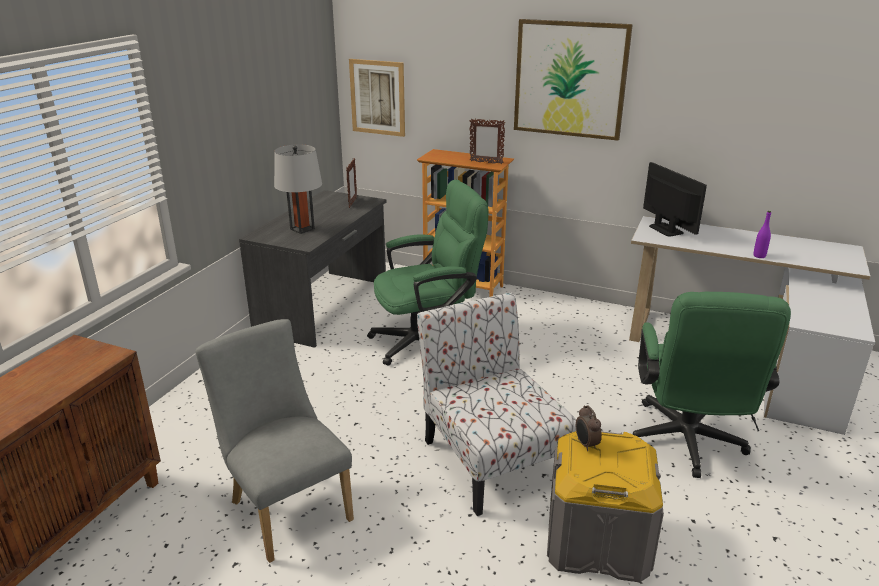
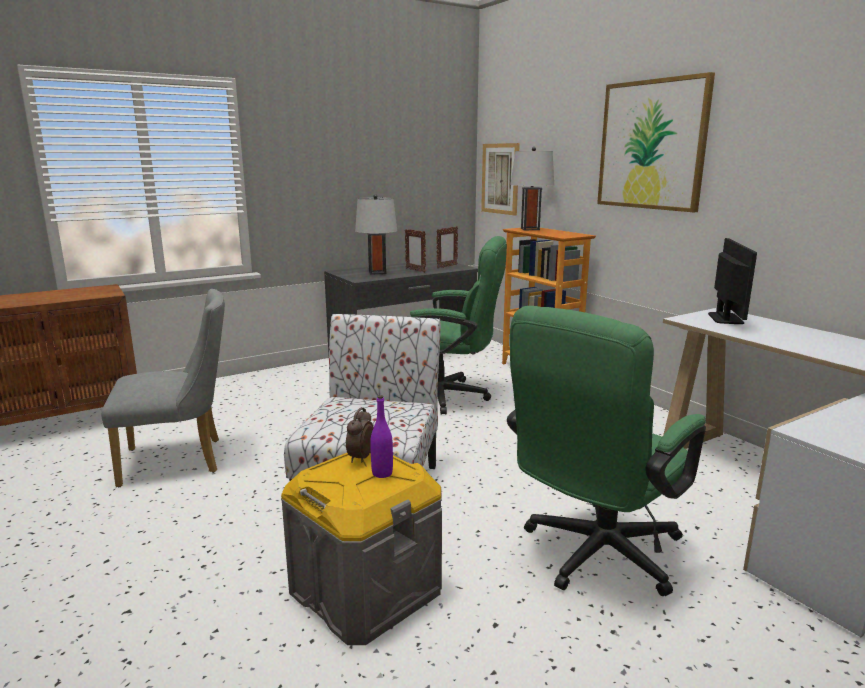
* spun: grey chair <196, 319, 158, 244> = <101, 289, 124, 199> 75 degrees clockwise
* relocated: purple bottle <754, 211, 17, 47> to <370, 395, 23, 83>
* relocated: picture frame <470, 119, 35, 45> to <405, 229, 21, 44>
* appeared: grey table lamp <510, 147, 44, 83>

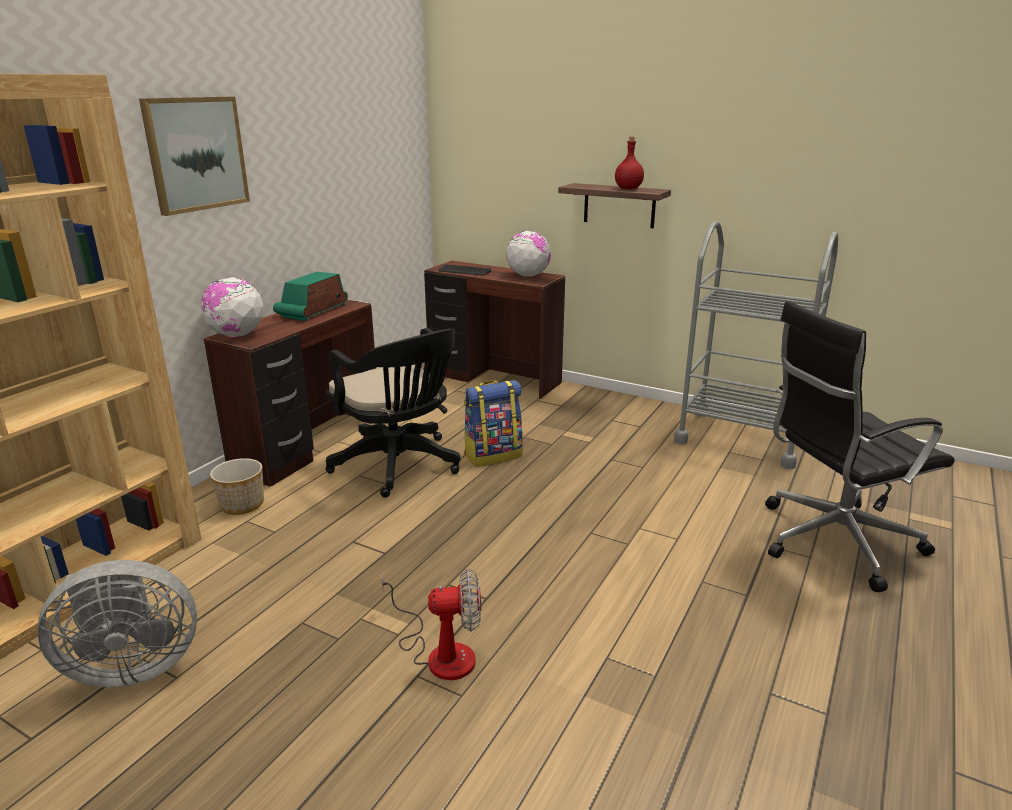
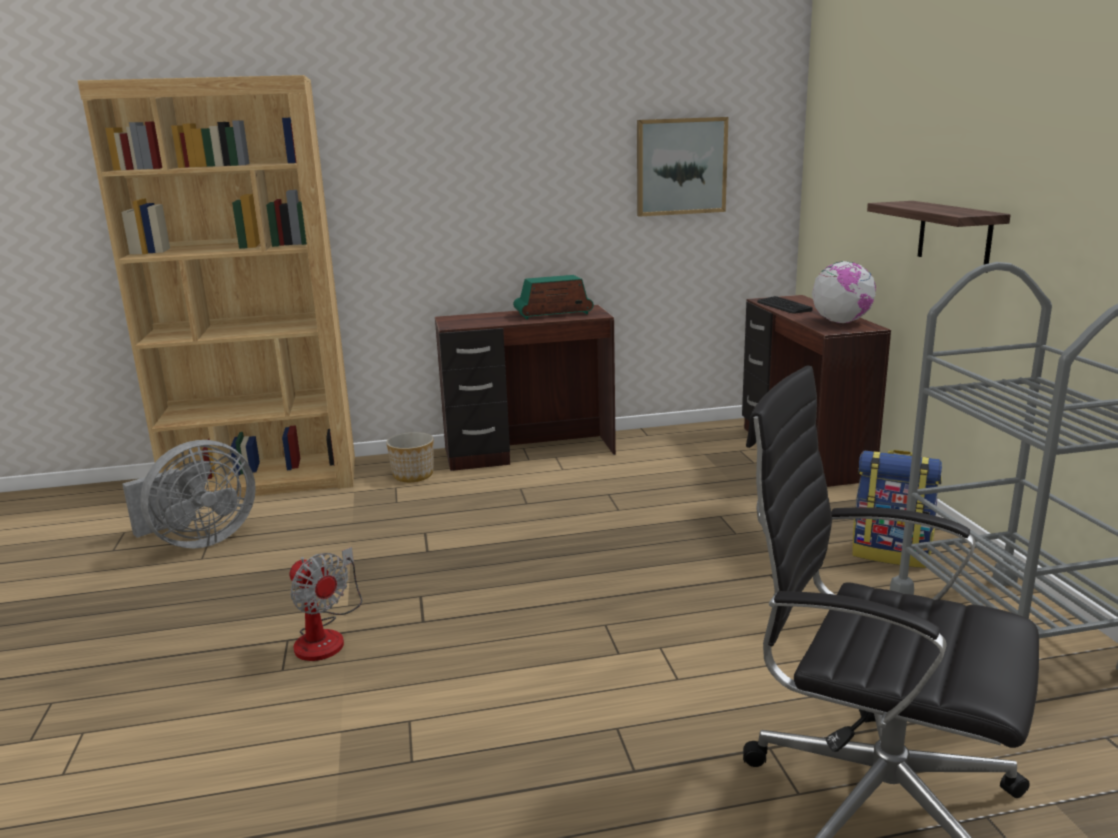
* spun: grey fan <38, 560, 159, 127> = <122, 440, 134, 108> 75 degrees counterclockwise
* relocated: picture <139, 97, 111, 119> to <637, 117, 91, 100>
* relocated: backpack <464, 380, 59, 87> to <852, 450, 90, 118>
* missing: globe <201, 277, 63, 60>
* missing: black office chair <326, 328, 134, 170>
* missing: red bottle <615, 137, 29, 52>

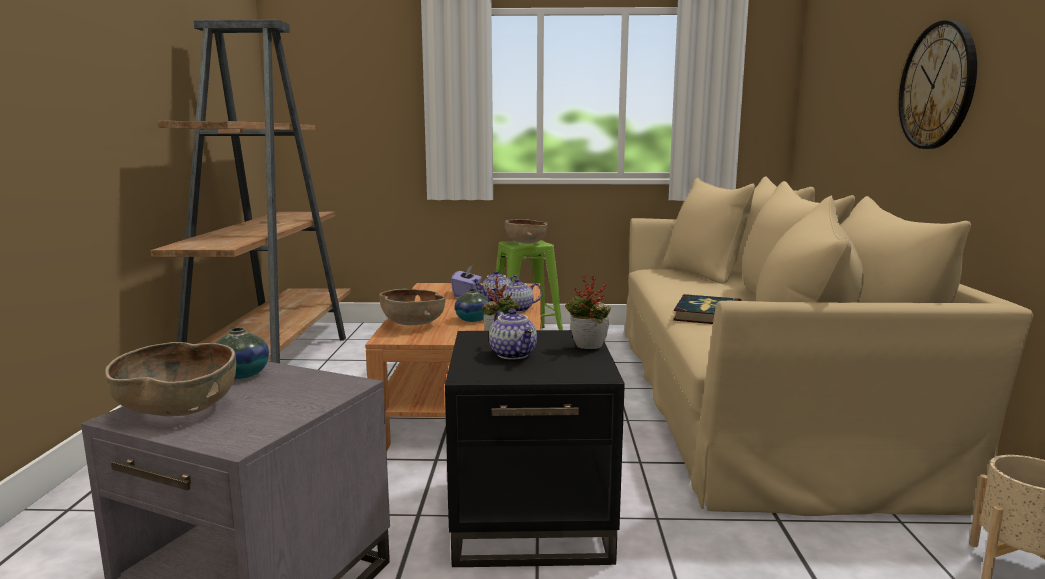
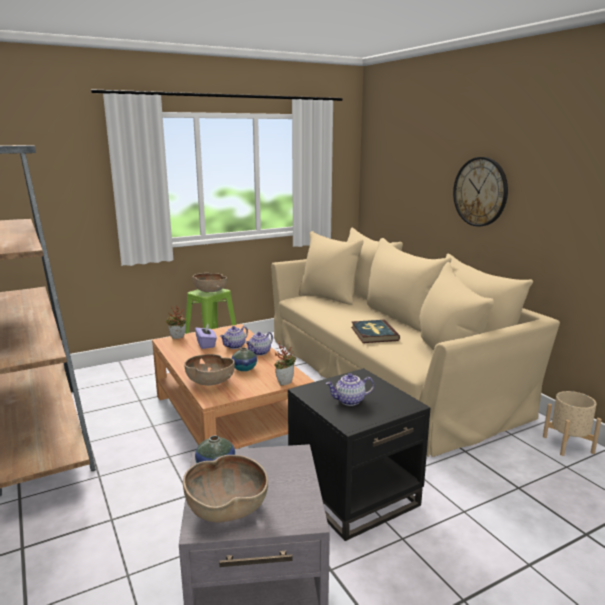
* relocated: potted plant <565, 275, 46, 74> to <165, 306, 21, 33>
* spun: teapot <489, 309, 48, 51> = <326, 373, 48, 33> 135 degrees clockwise

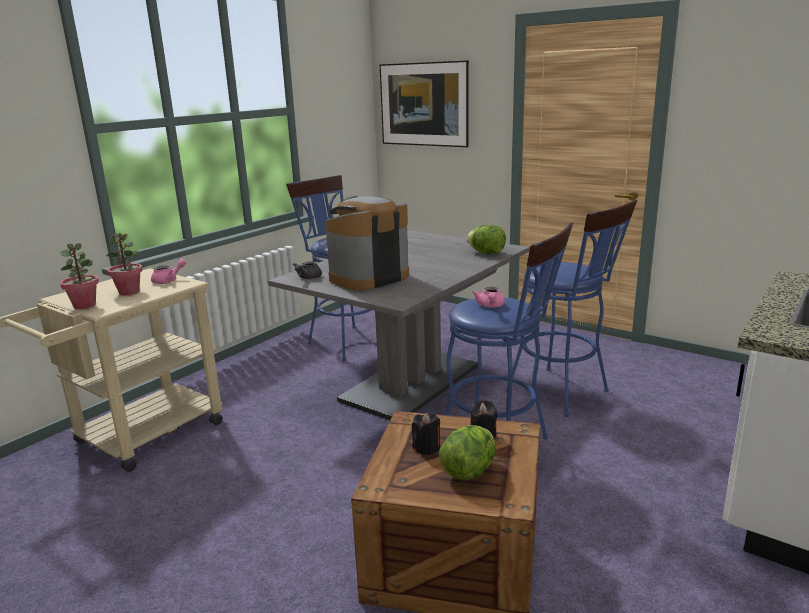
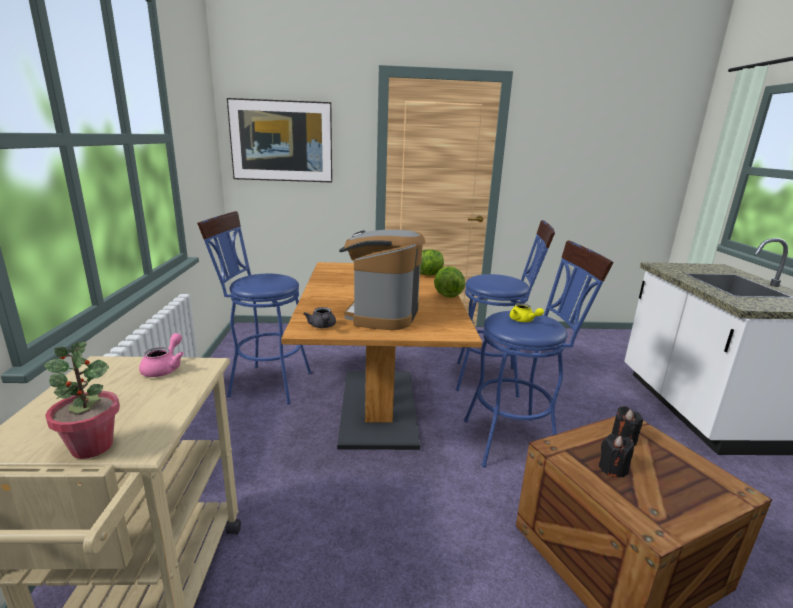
* colour: grey dining table <268, 230, 262, 190> to brown dining table <281, 262, 201, 188>
* relocated: lettuce <439, 425, 56, 56> to <434, 266, 31, 32>
* colour: pink teapot <472, 287, 33, 21> to yellow teapot <509, 303, 35, 19>
* missing: potted plant <106, 233, 37, 62>

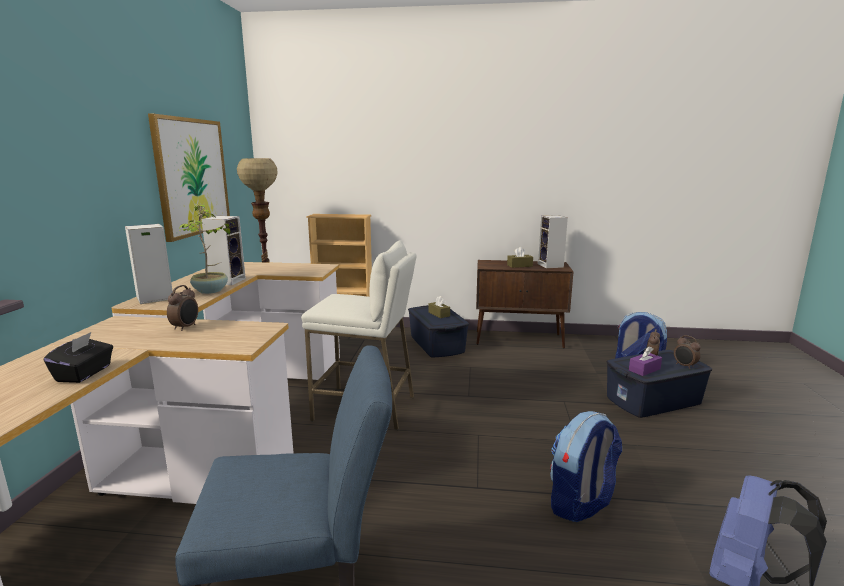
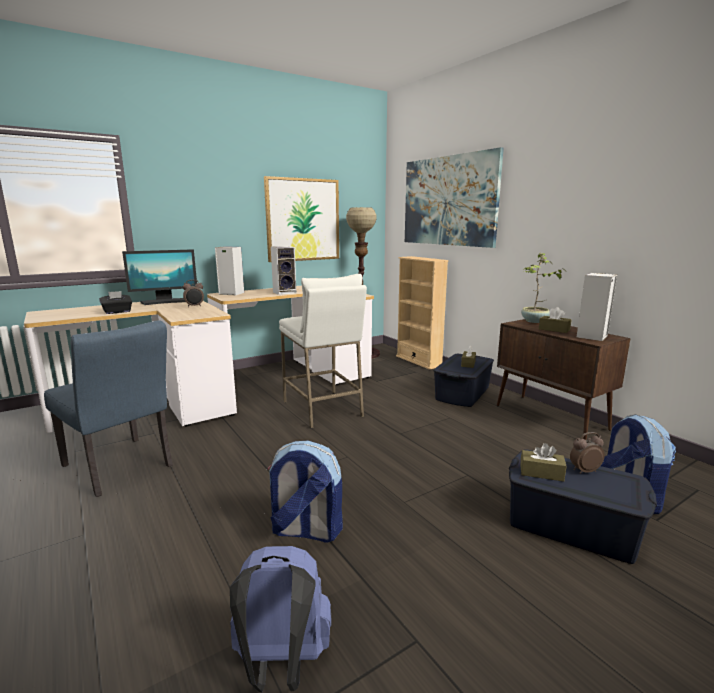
* appeared: monitor <122, 249, 75, 56>
* appeared: picture <405, 147, 99, 101>
* colour: purple tissue box <629, 346, 33, 30> to brown tissue box <520, 443, 47, 38>
* relocated: potted plant <179, 204, 57, 90> to <521, 253, 45, 70>
* missing: alarm clock <674, 335, 27, 34>

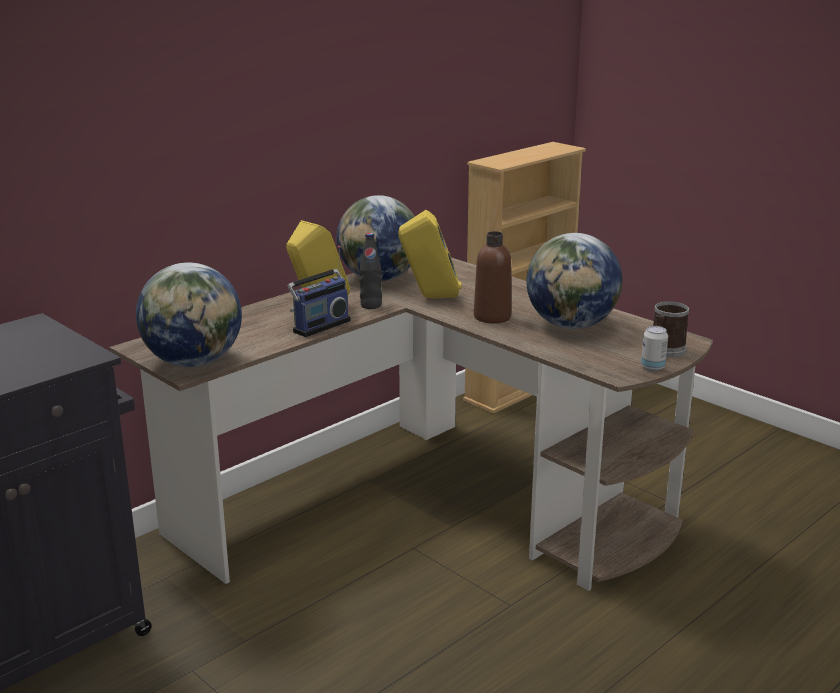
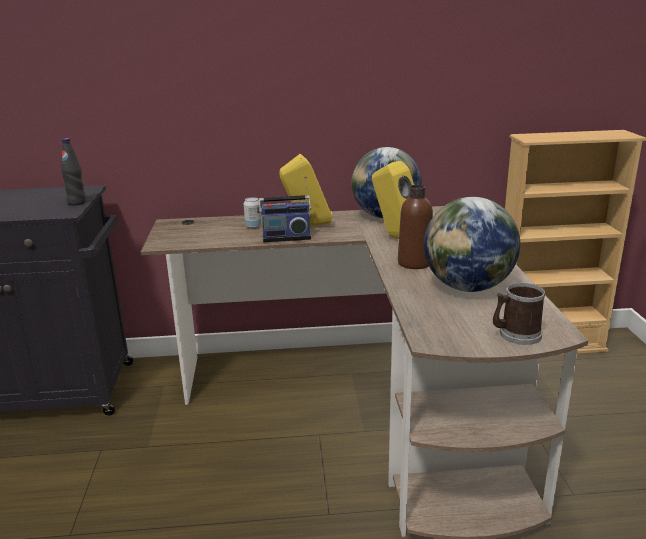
* relocated: black bottle <359, 233, 23, 76> to <61, 138, 25, 67>
* relocated: can <641, 326, 27, 45> to <244, 197, 18, 32>
* missing: globe <136, 262, 106, 105>

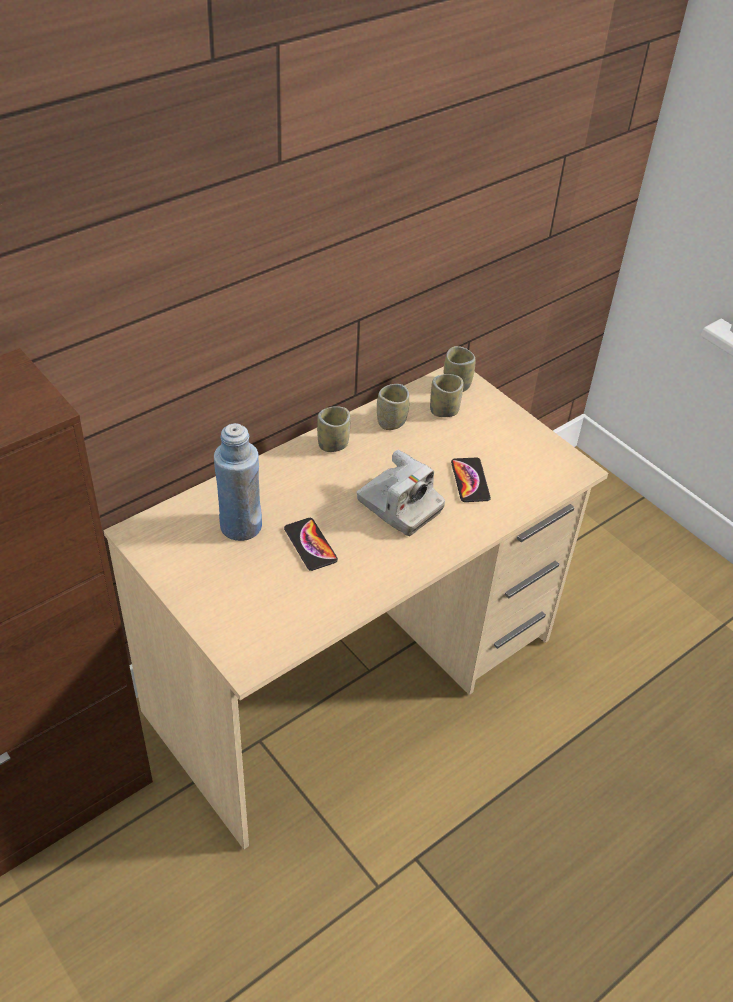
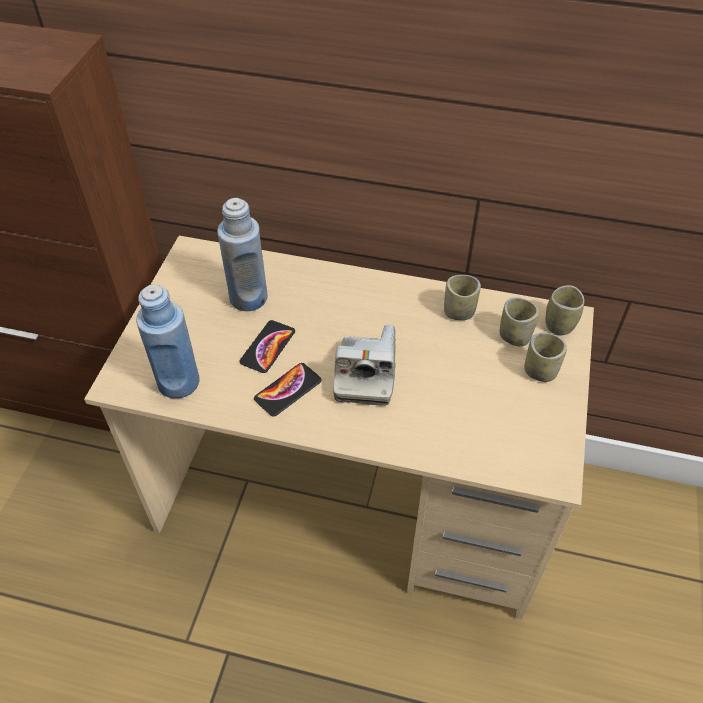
* appeared: blue bottle <136, 284, 64, 114>
* relocated: phone <451, 458, 40, 44> to <254, 363, 68, 54>
* relocated: cup <317, 406, 33, 46> to <524, 333, 43, 49>

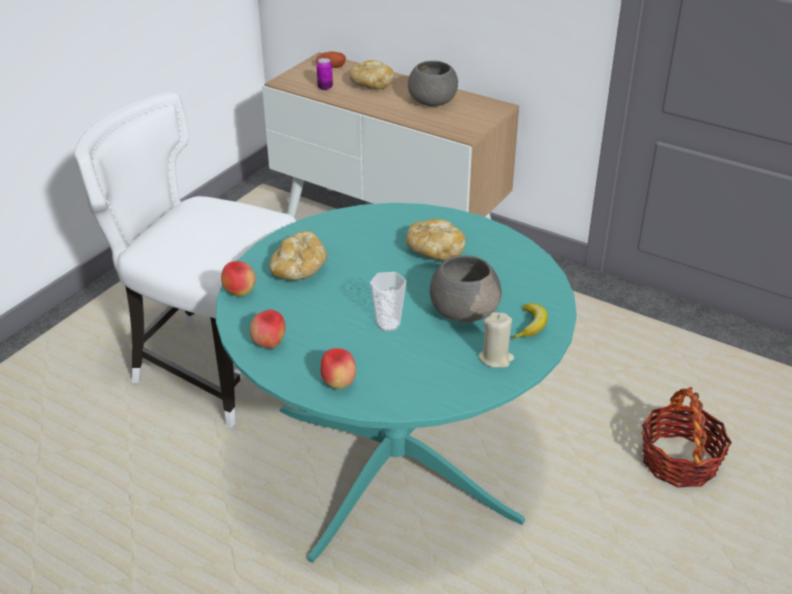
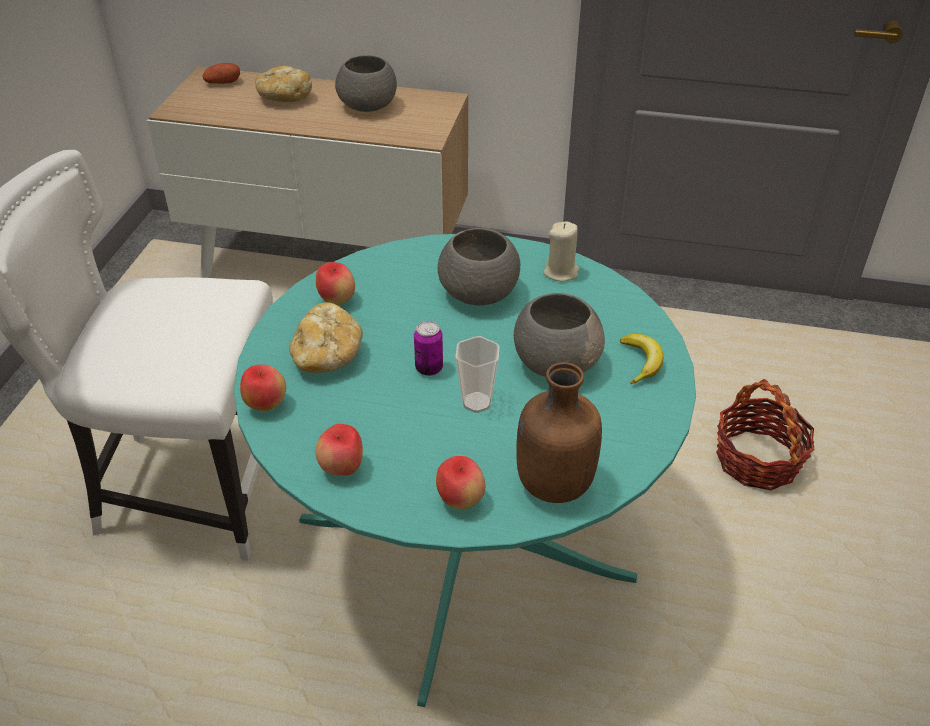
* appeared: apple <316, 262, 39, 43>
* relocated: can <317, 58, 16, 32> to <414, 321, 29, 55>
* exchanged: bread <406, 219, 60, 42> to grey bowl <438, 228, 82, 77>
* appeared: brown bottle <517, 362, 85, 141>
* relocated: beige candle <478, 312, 36, 56> to <543, 222, 36, 59>

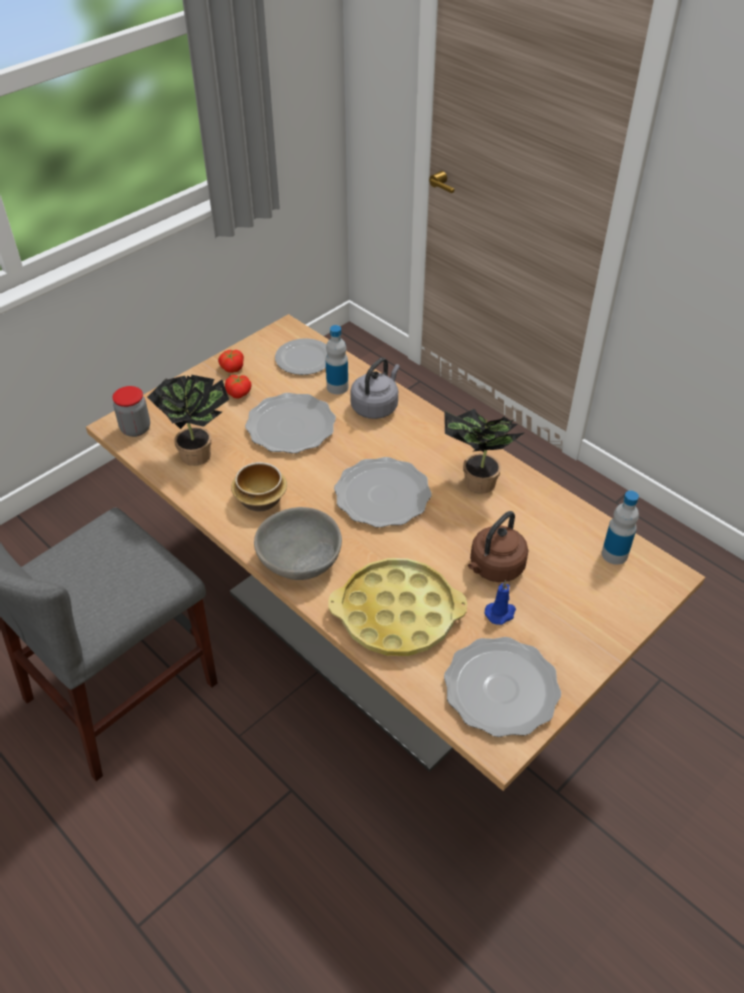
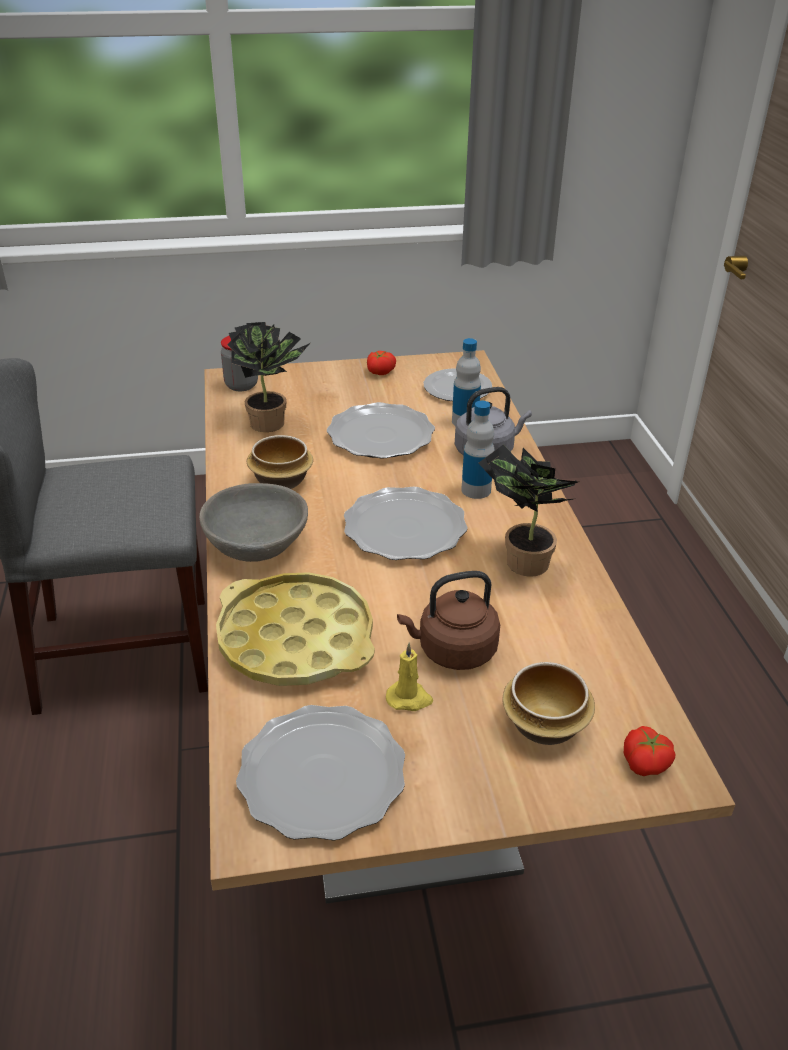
* colour: blue candle <485, 580, 31, 45> to yellow candle <386, 643, 47, 68>
* relocated: bottle <602, 491, 37, 74> to <461, 401, 34, 98>
* appeared: bowl <502, 662, 93, 83>
* relocated: tomato <225, 375, 27, 24> to <624, 726, 51, 50>

